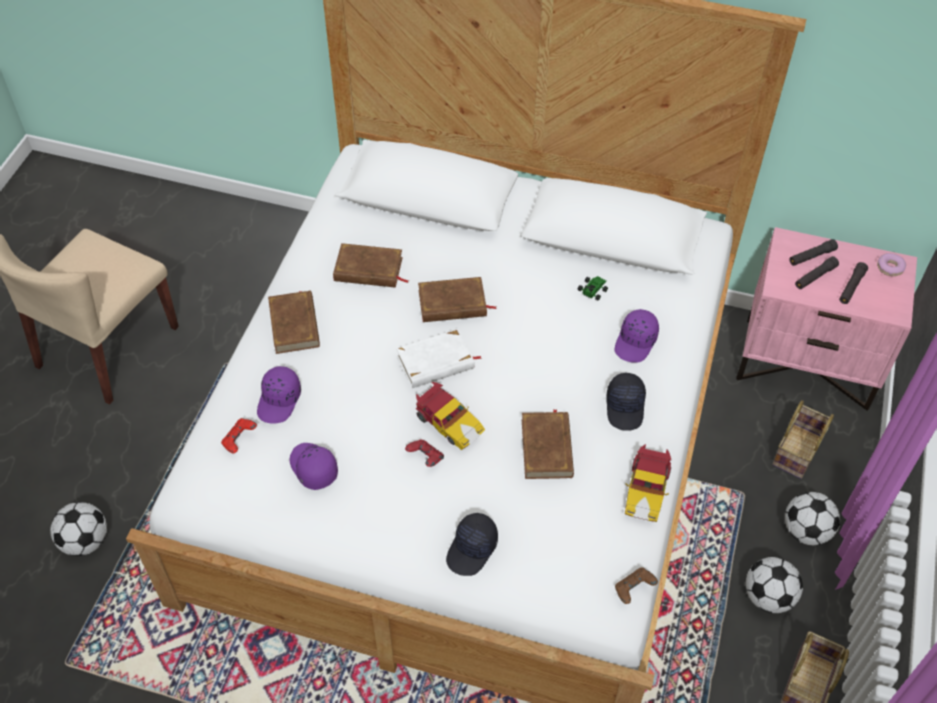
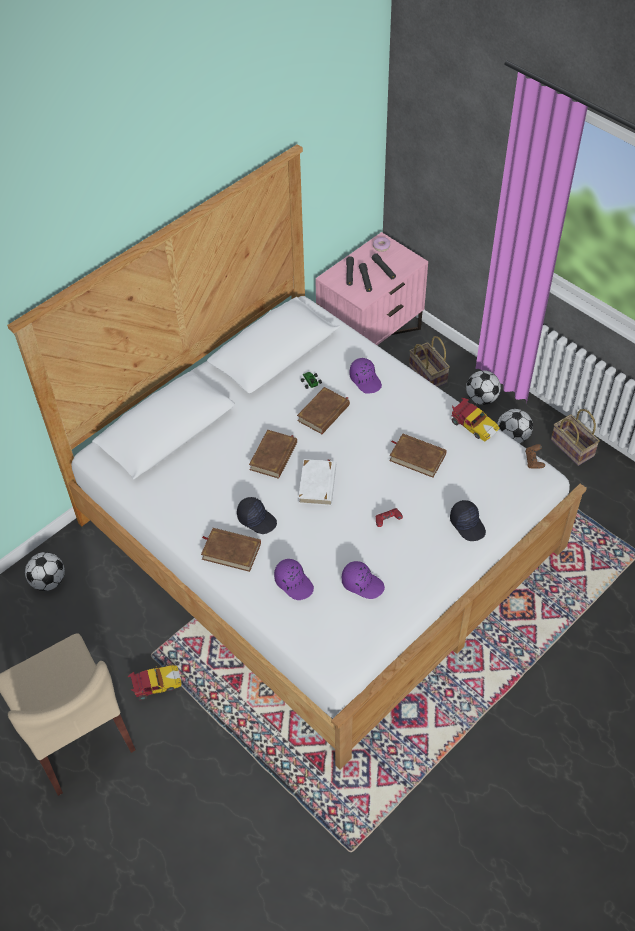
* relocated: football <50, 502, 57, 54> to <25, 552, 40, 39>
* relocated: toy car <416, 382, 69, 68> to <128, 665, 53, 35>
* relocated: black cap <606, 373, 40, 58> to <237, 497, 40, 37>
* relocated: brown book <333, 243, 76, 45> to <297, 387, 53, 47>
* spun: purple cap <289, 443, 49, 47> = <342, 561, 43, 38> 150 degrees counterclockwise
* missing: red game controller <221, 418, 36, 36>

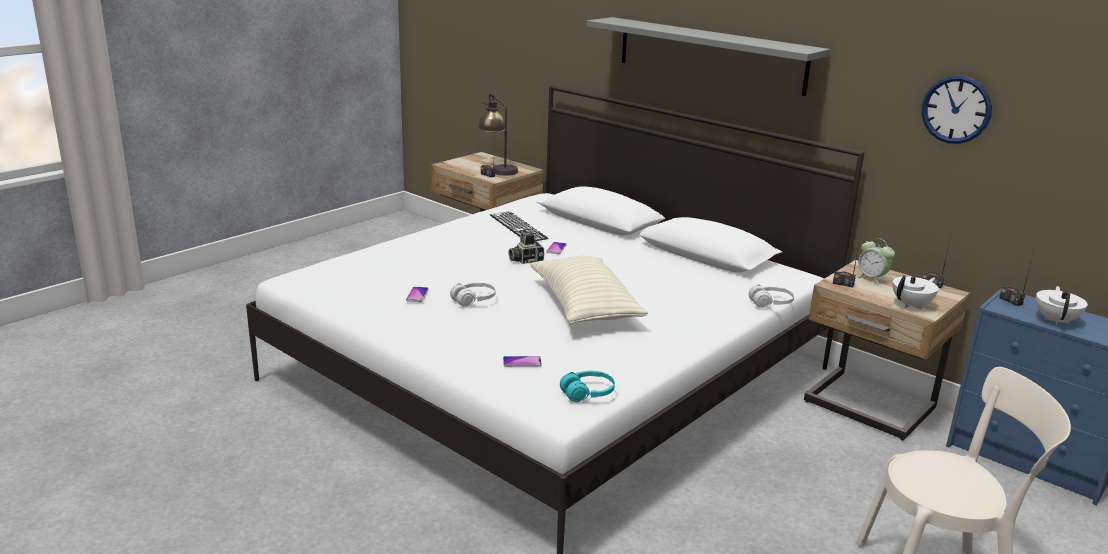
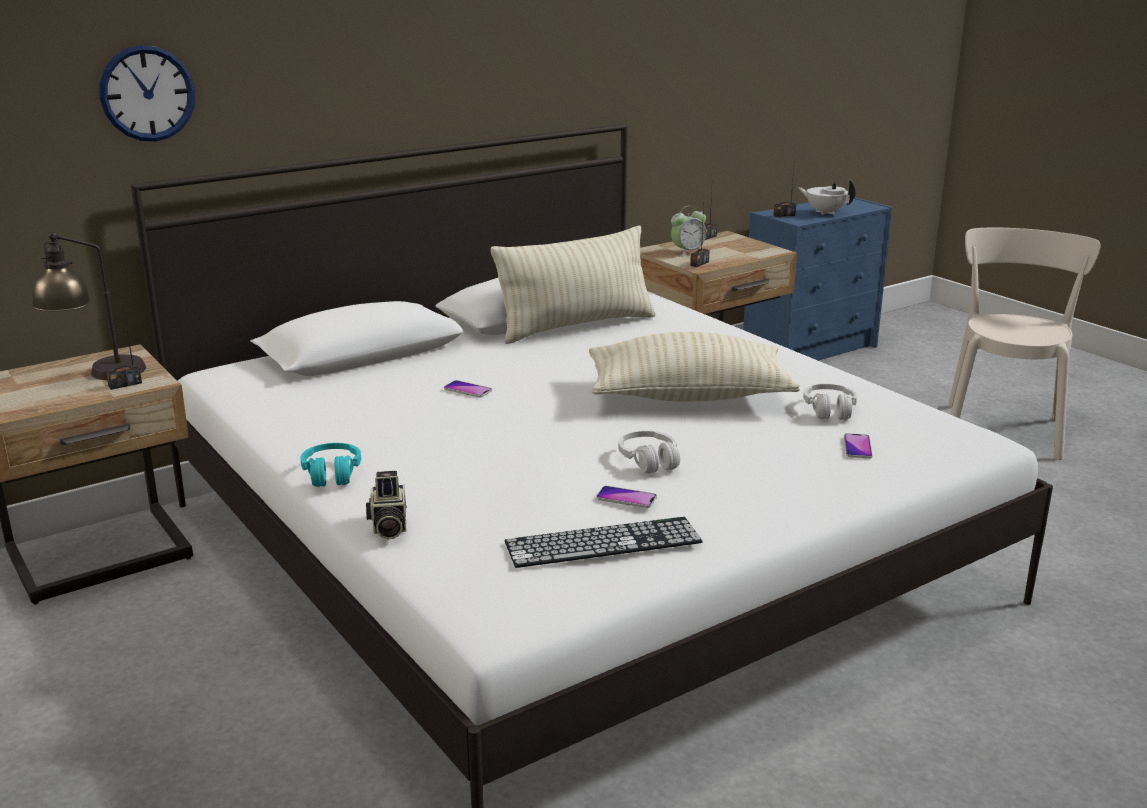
* relocated: wall clock <921, 76, 71, 68> to <99, 45, 97, 97>
* relocated: turquoise headphones <560, 371, 55, 31> to <300, 443, 61, 44>
* relocated: photo camera <508, 231, 36, 33> to <366, 471, 41, 69>
* appeared: beige pillow <491, 226, 165, 118>
* relocated: keyboard <490, 211, 59, 30> to <505, 517, 198, 51>
* relocated: white headphones <749, 285, 45, 23> to <803, 384, 54, 36>
* missing: grey shelf <587, 17, 243, 79>
* missing: white teapot <893, 275, 45, 35>

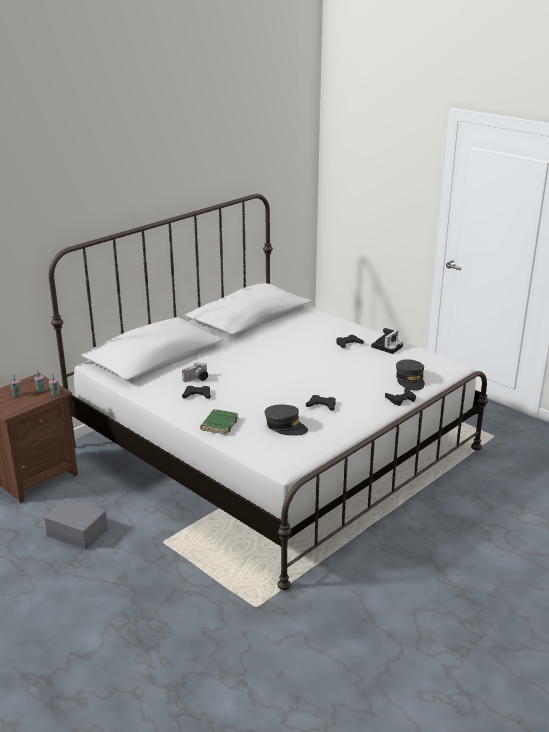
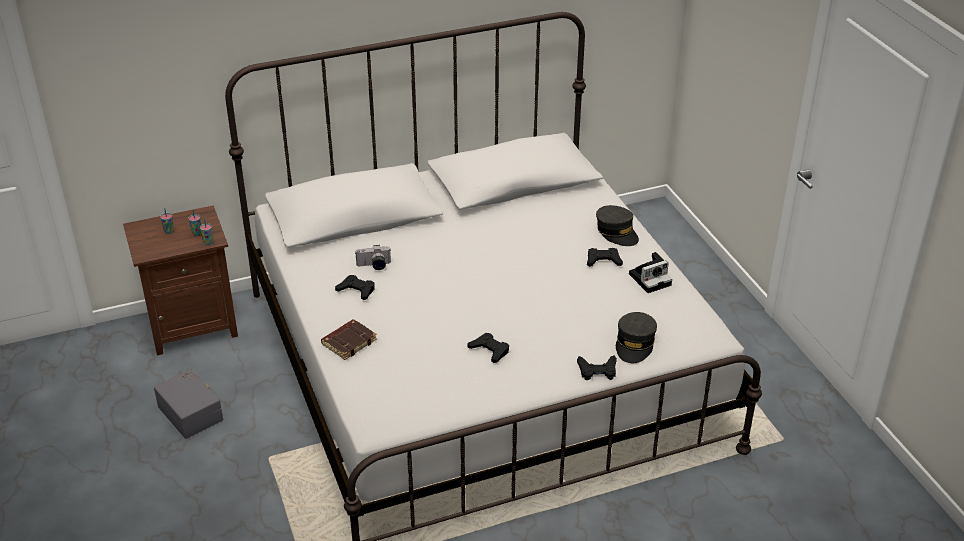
* colour: green book <200, 409, 39, 26> to brown book <321, 319, 56, 41>
* relocated: grey cap <264, 405, 44, 31> to <596, 205, 43, 41>

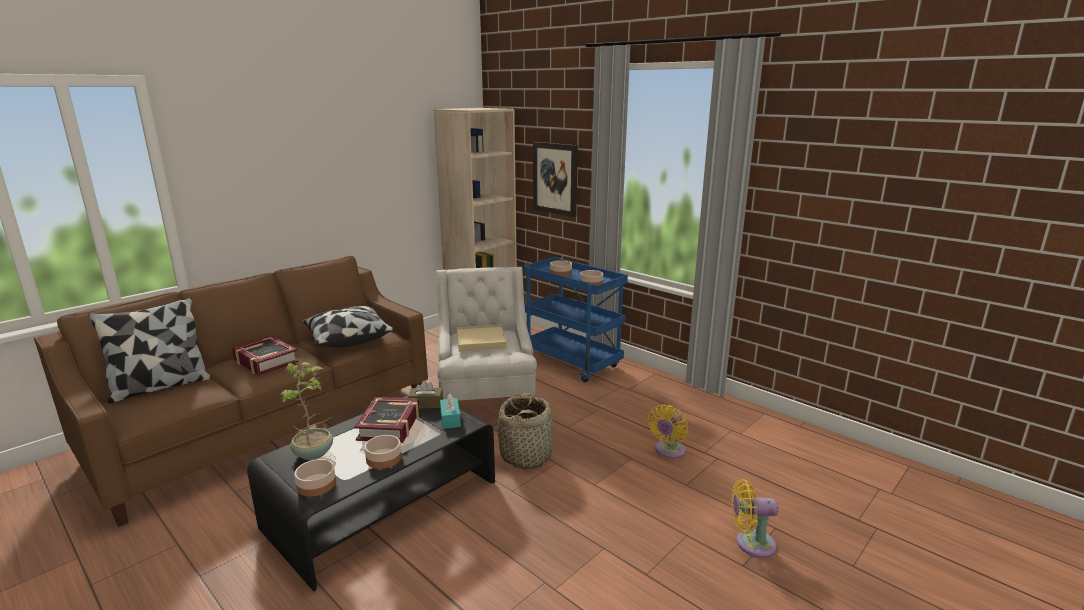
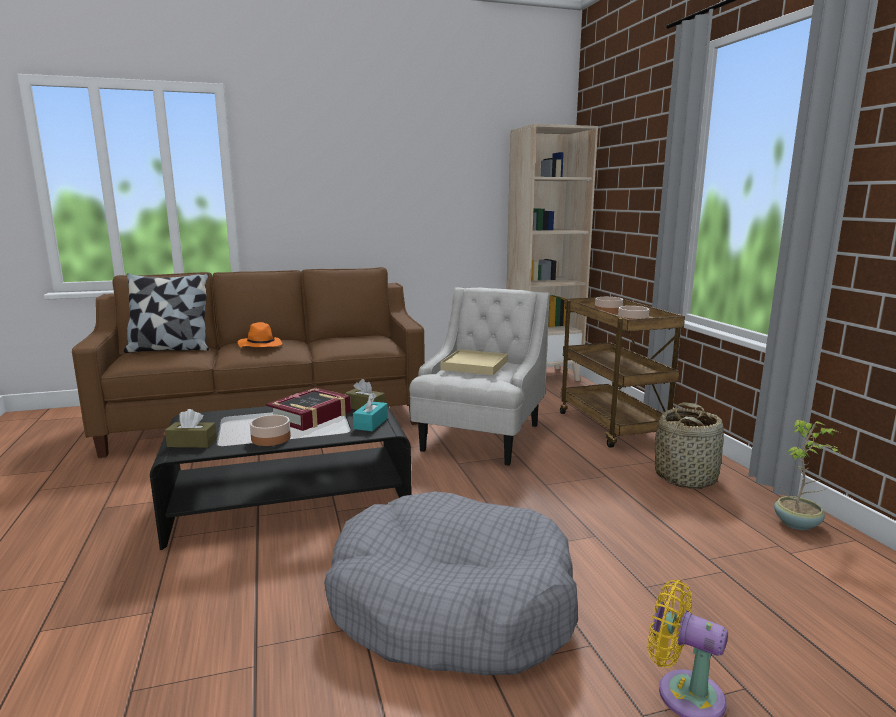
* exchanged: bowl <294, 459, 42, 38> to brown tissue box <165, 409, 52, 39>
* exchanged: book <232, 336, 67, 39> to orange hat <238, 322, 45, 25>
* appeared: grey dog bed <324, 491, 254, 184>
* colour: blue cart <523, 257, 105, 125> to brown cart <560, 296, 125, 152>
* relocated: basket <498, 392, 55, 77> to <655, 403, 69, 86>
* relocated: potted plant <279, 362, 54, 98> to <774, 420, 67, 110>
* missing: pillow <303, 306, 91, 41>
* missing: picture <533, 142, 45, 75>
* missing: yellow fan <648, 404, 40, 54>

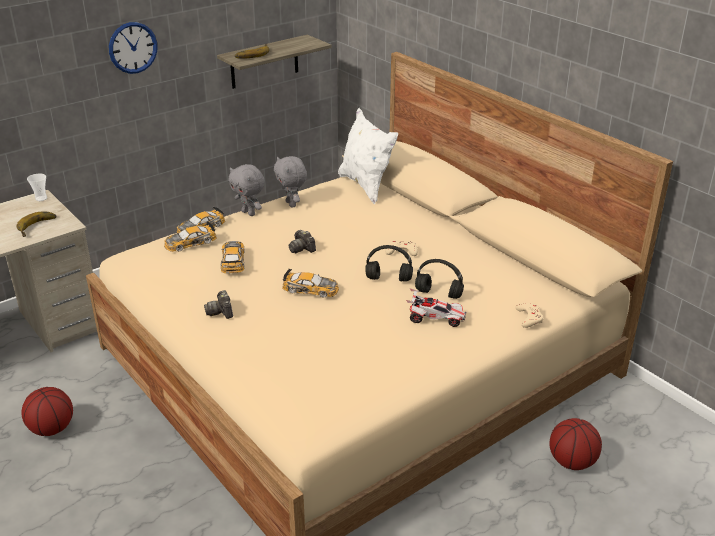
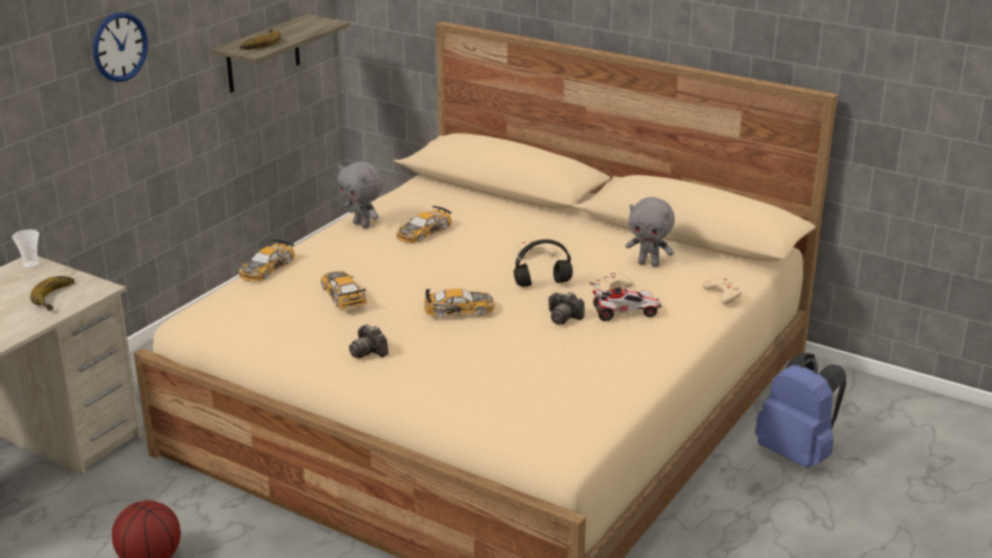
* relocated: toy car <164, 222, 53, 30> to <396, 205, 56, 38>
* relocated: photo camera <289, 230, 27, 23> to <548, 292, 37, 32>
* exchanged: black headphones <415, 259, 49, 40> to beige game controller <593, 272, 40, 20>
* relocated: grey plush toy <228, 164, 37, 52> to <625, 197, 50, 70>
* exchanged: basketball <549, 418, 53, 52> to blue backpack <755, 353, 91, 115>
* missing: white pillow <338, 108, 61, 96>

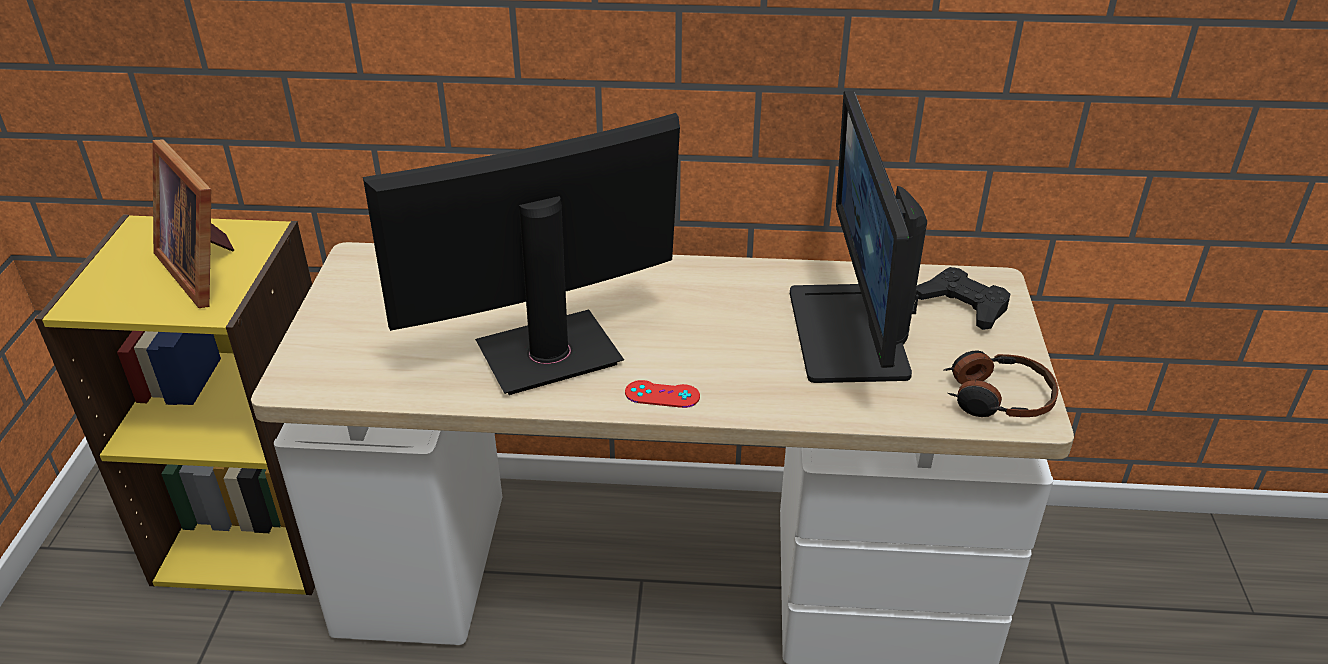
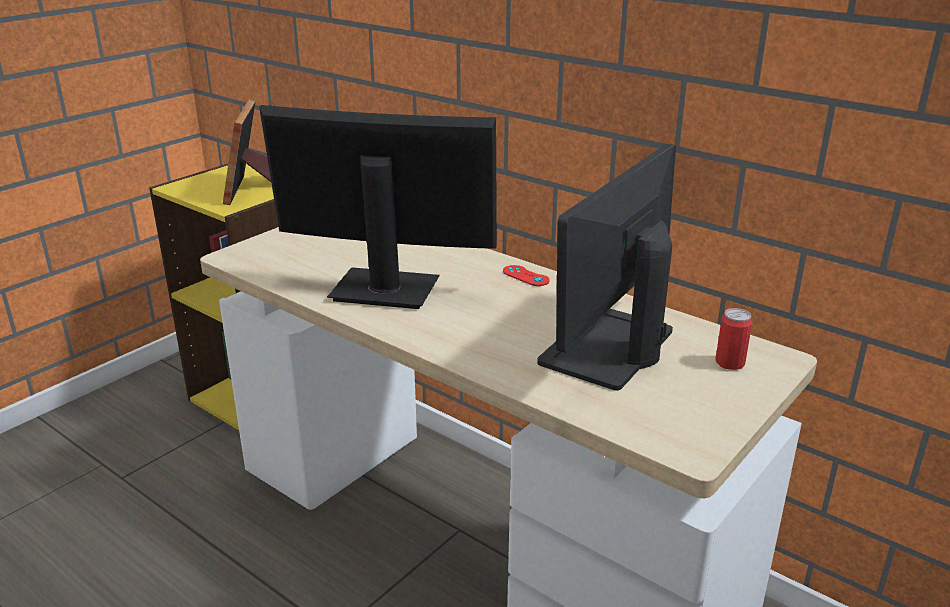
* relocated: red game controller <625, 380, 75, 28> to <503, 265, 47, 21>
* exchanged: black game controller <916, 267, 94, 63> to can <715, 308, 37, 62>
* missing: headphones <943, 351, 115, 66>

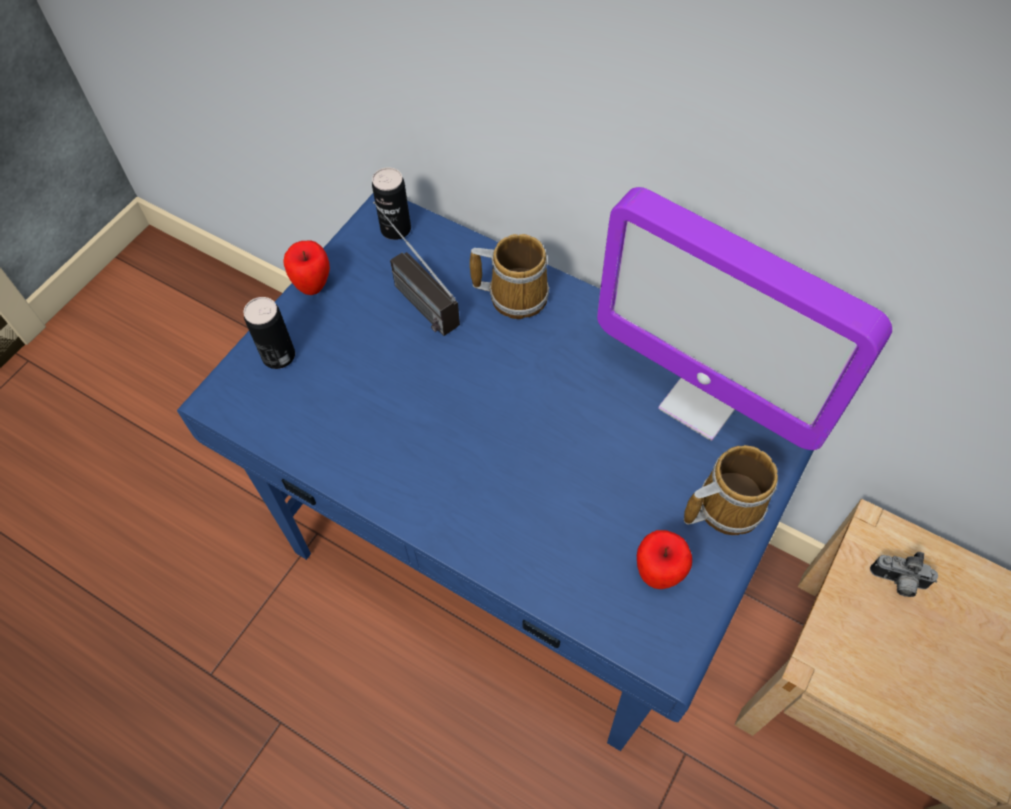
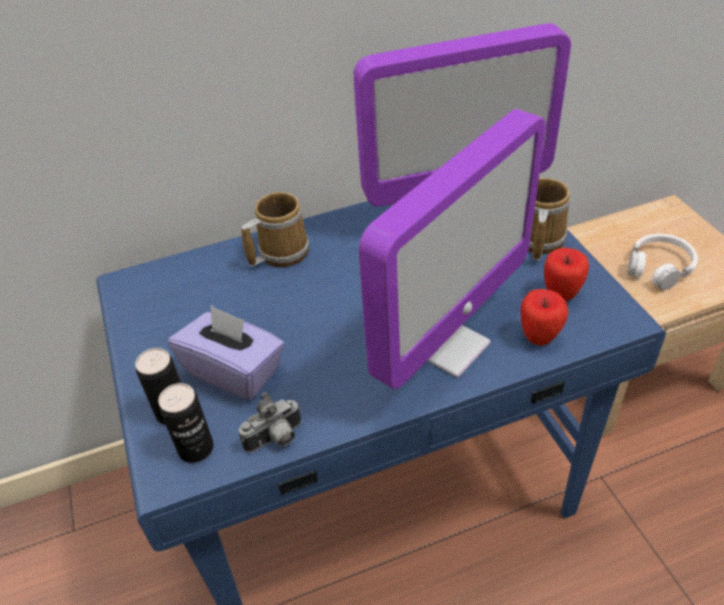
* relocated: can <372, 167, 39, 73> to <158, 383, 56, 80>
* appeared: purple tissue box <168, 305, 116, 95>
* relocated: photo camera <870, 552, 68, 45> to <238, 392, 63, 61>
* appeared: monitor <359, 109, 187, 280>
* relocated: apple <283, 240, 47, 55> to <521, 289, 47, 57>
* appeared: white headphones <628, 234, 70, 56>
* missing: radio <373, 202, 87, 134>

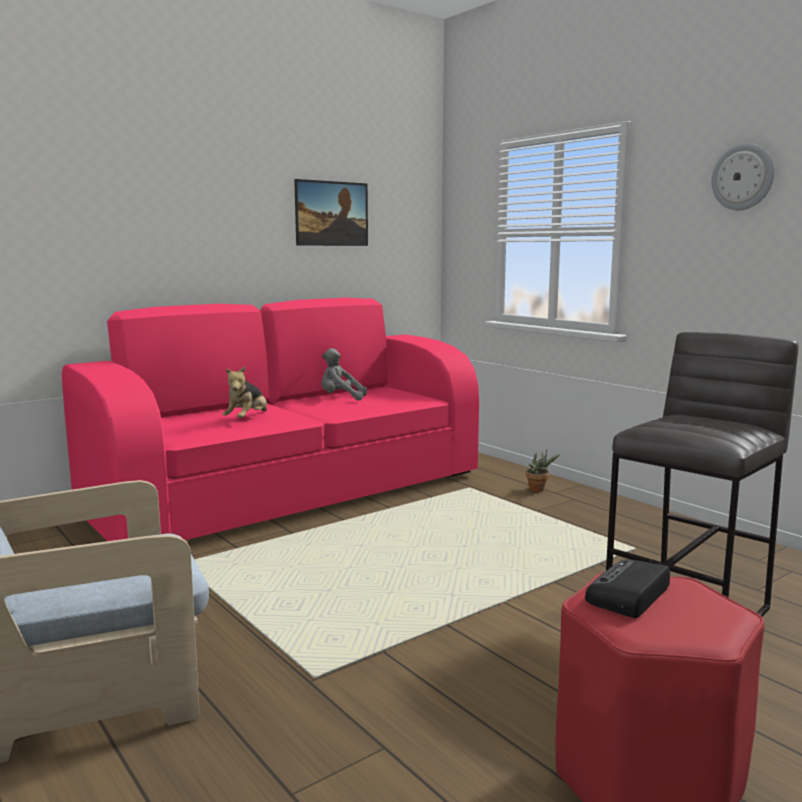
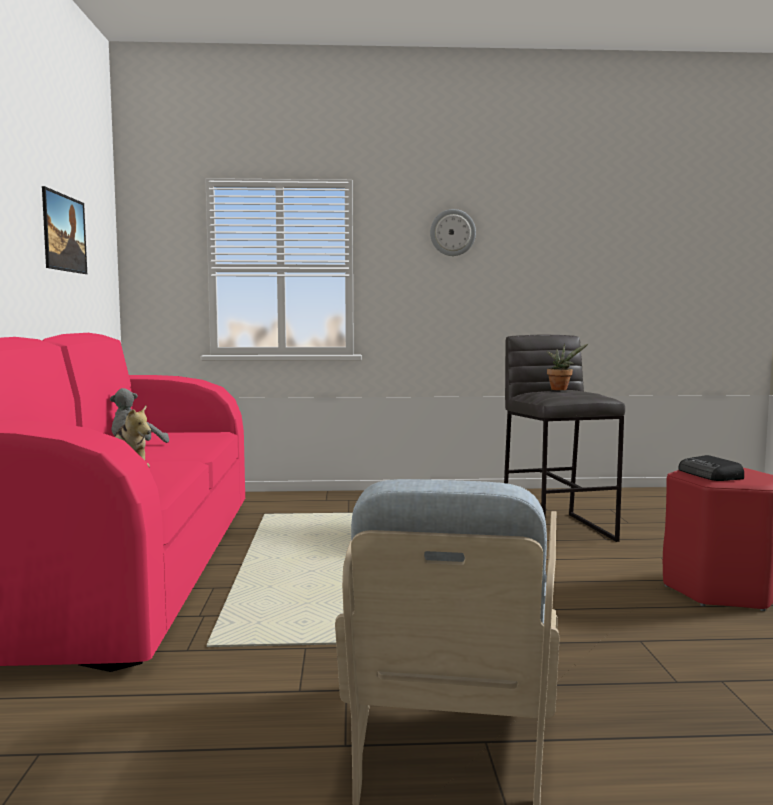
* relocated: potted plant <526, 449, 34, 43> to <546, 343, 42, 47>

